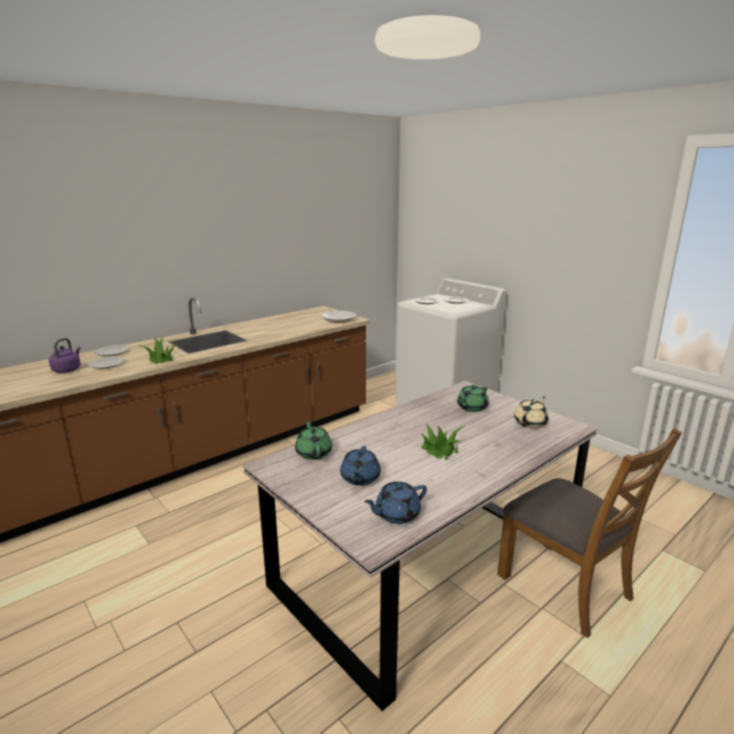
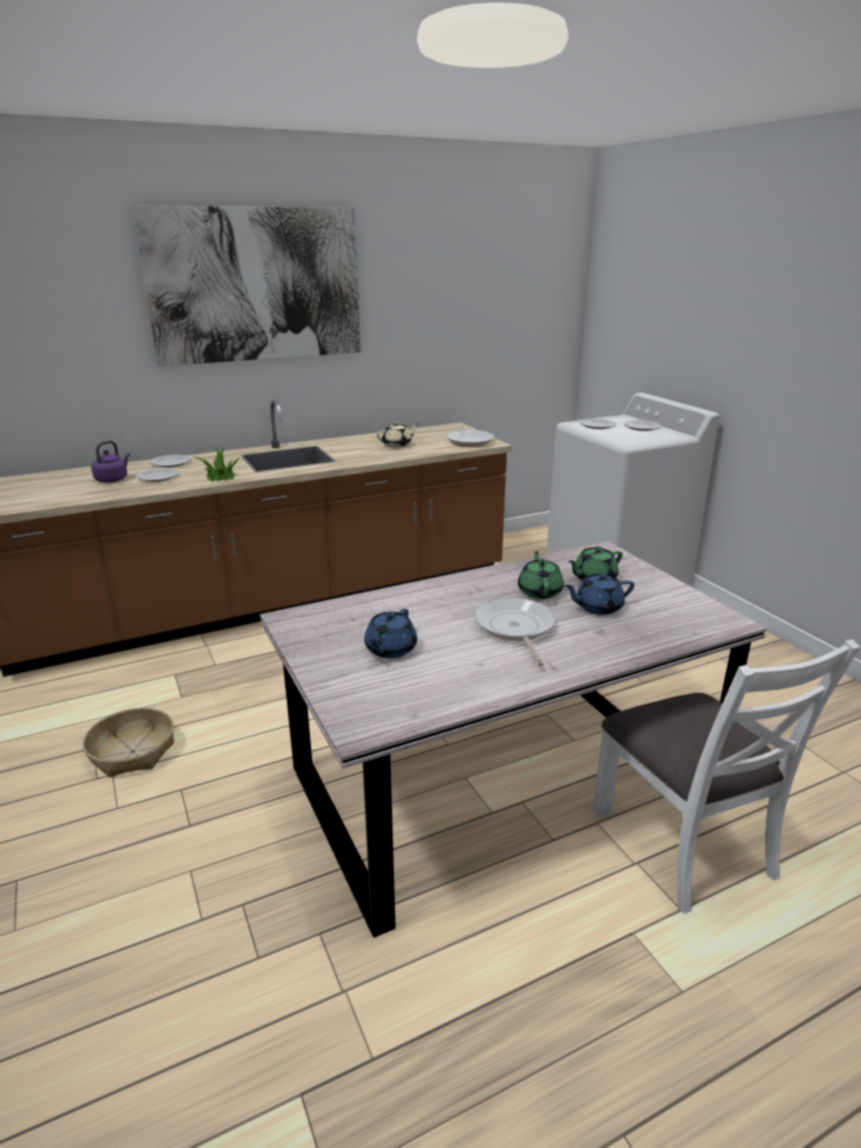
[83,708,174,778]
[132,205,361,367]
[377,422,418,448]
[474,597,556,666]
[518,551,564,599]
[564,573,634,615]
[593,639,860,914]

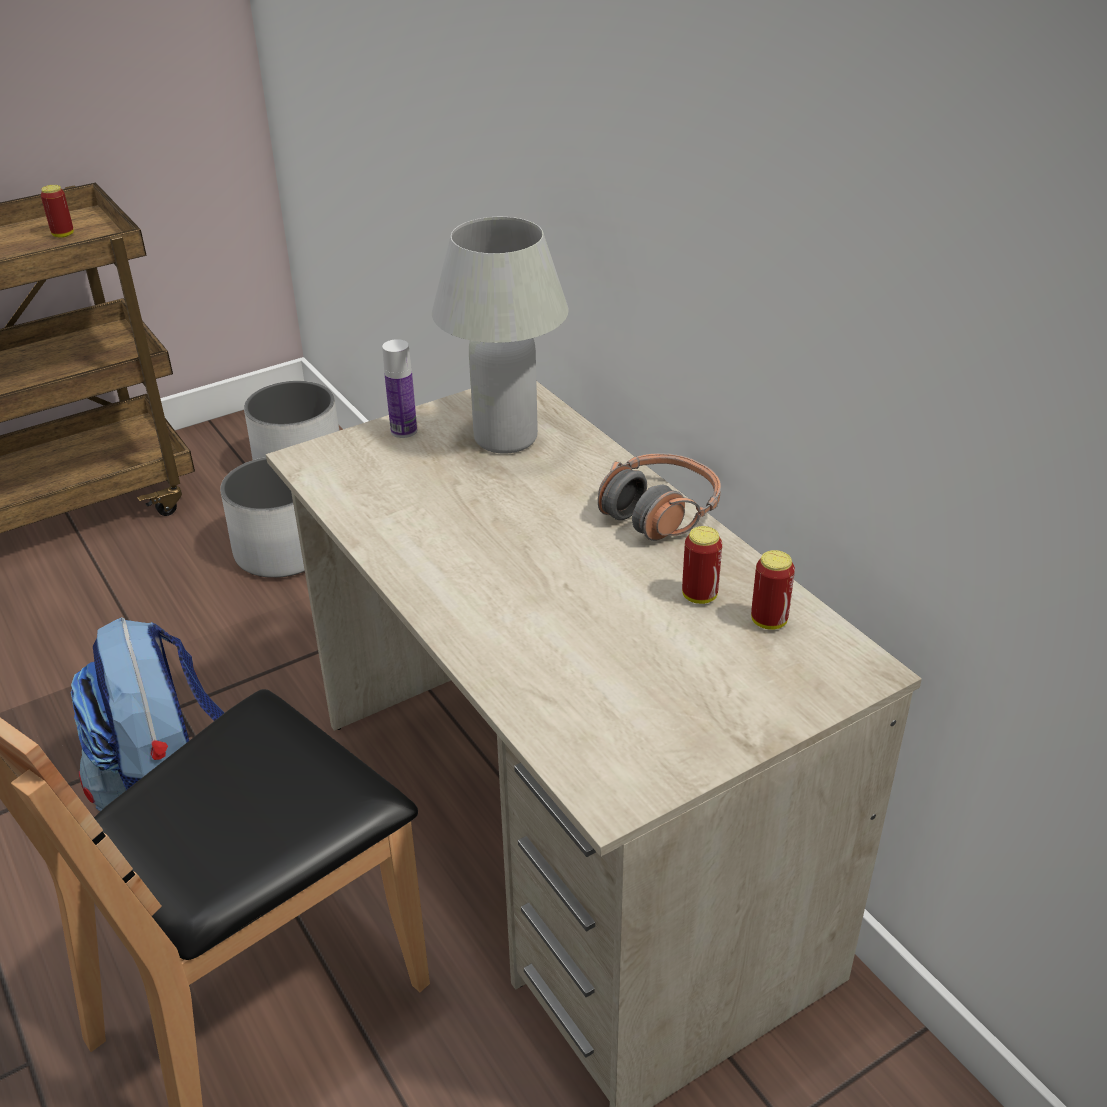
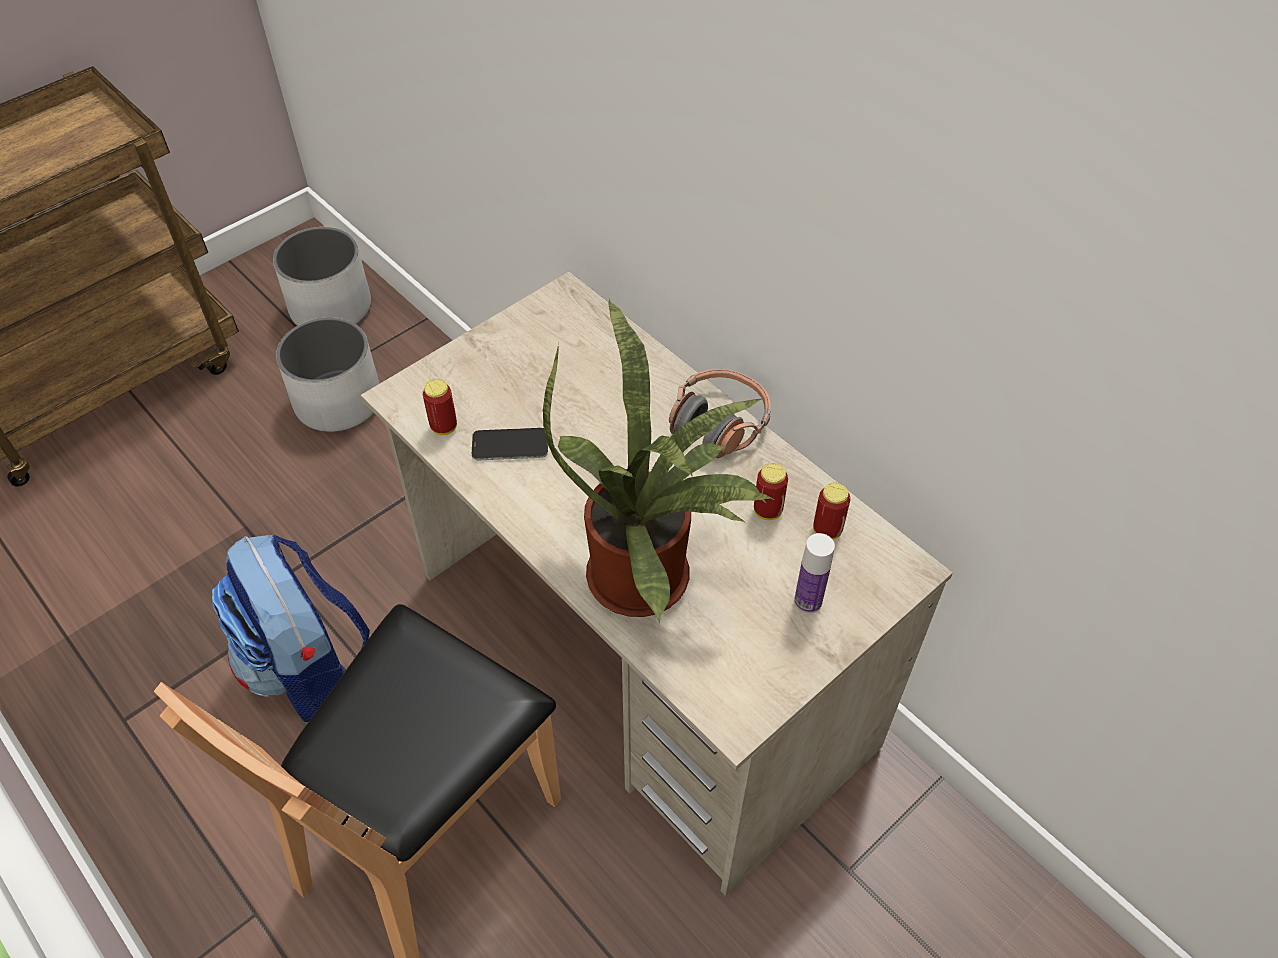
[423,379,457,435]
[472,428,548,460]
[543,299,776,624]
[794,533,835,613]
[432,217,569,454] (first image)

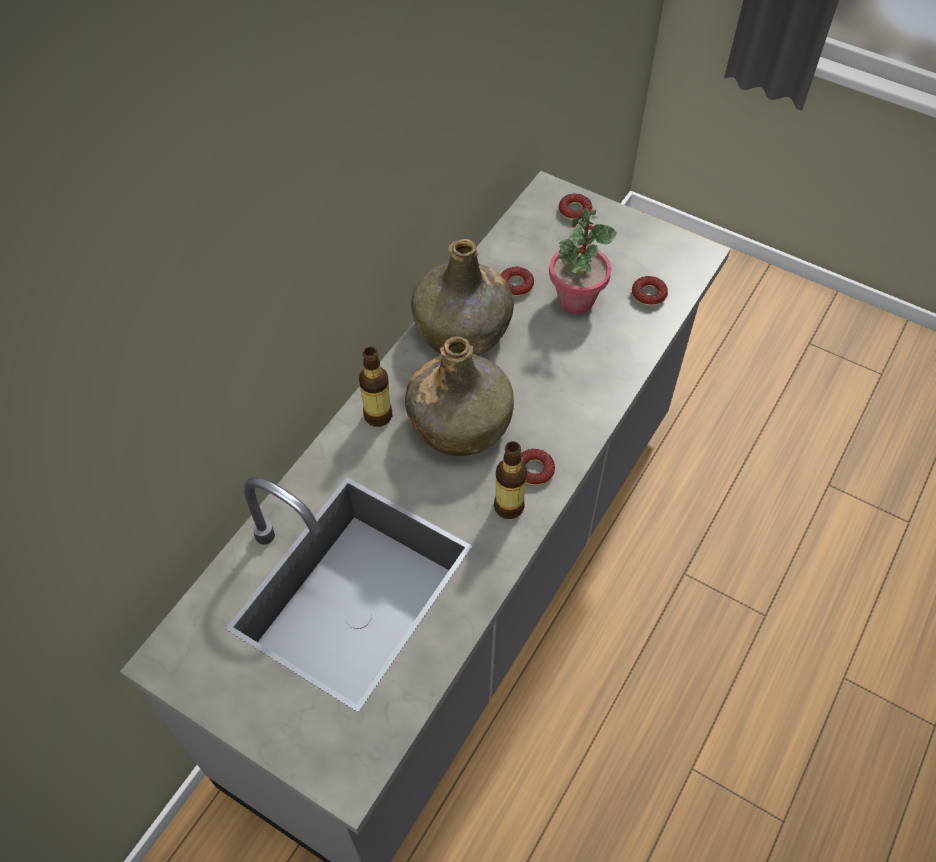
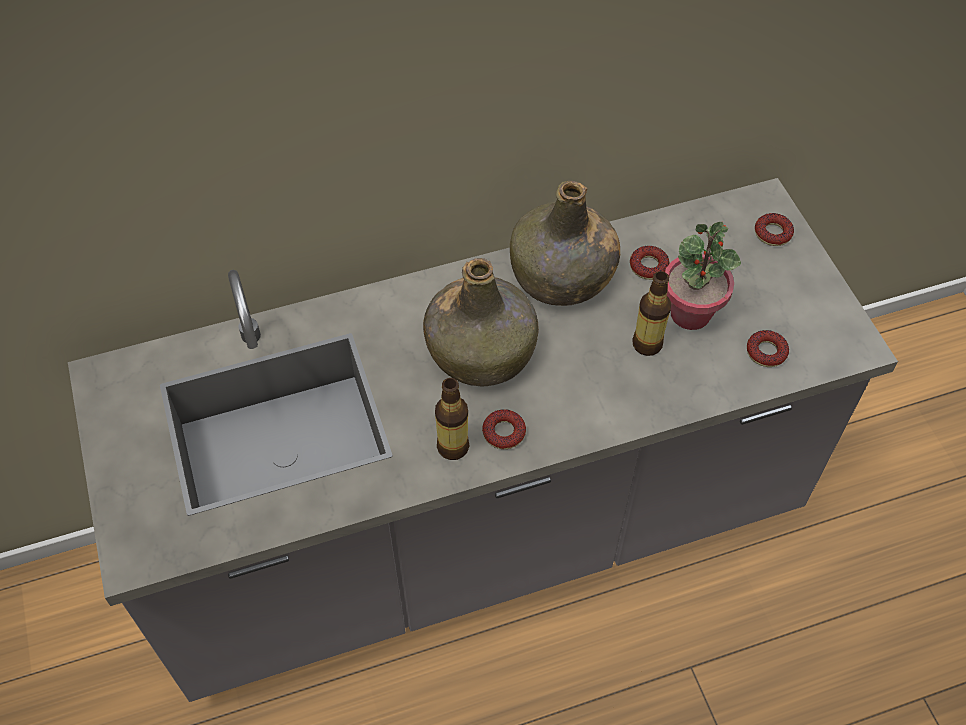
[632,271,671,356]

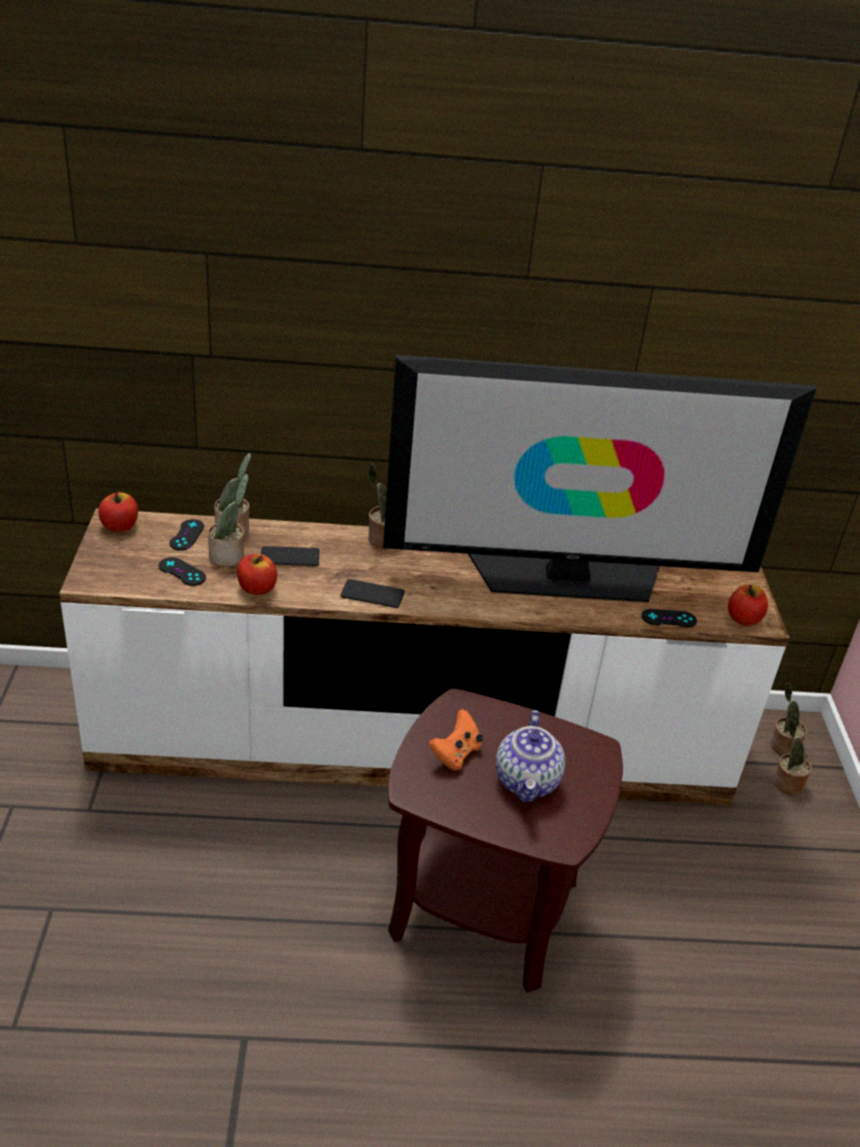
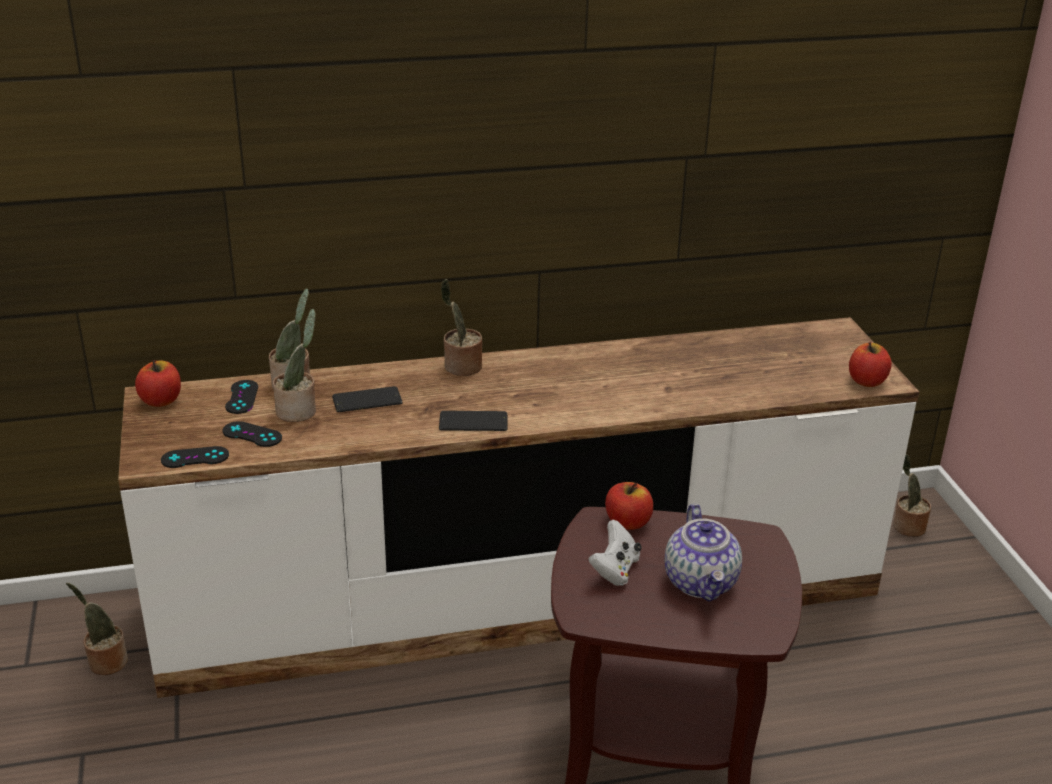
[66,583,128,675]
[161,446,229,468]
[588,520,642,586]
[605,482,653,530]
[383,355,817,602] (first image)

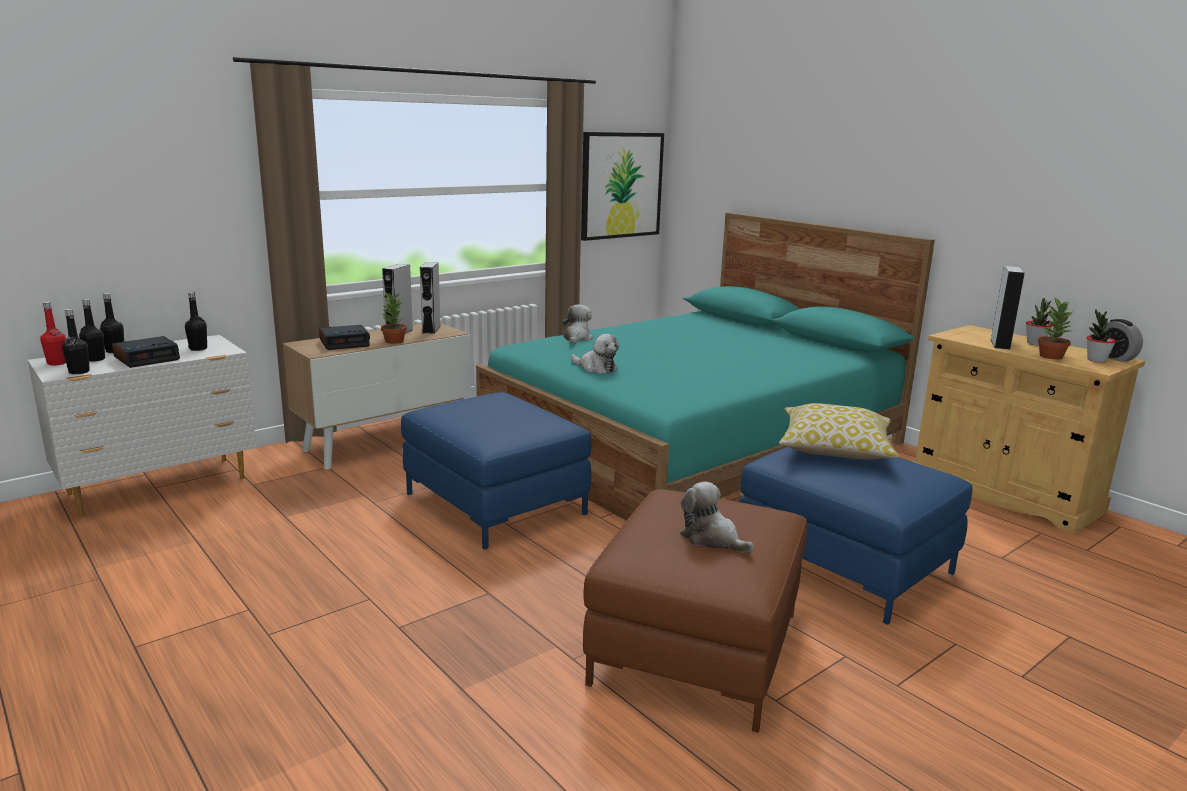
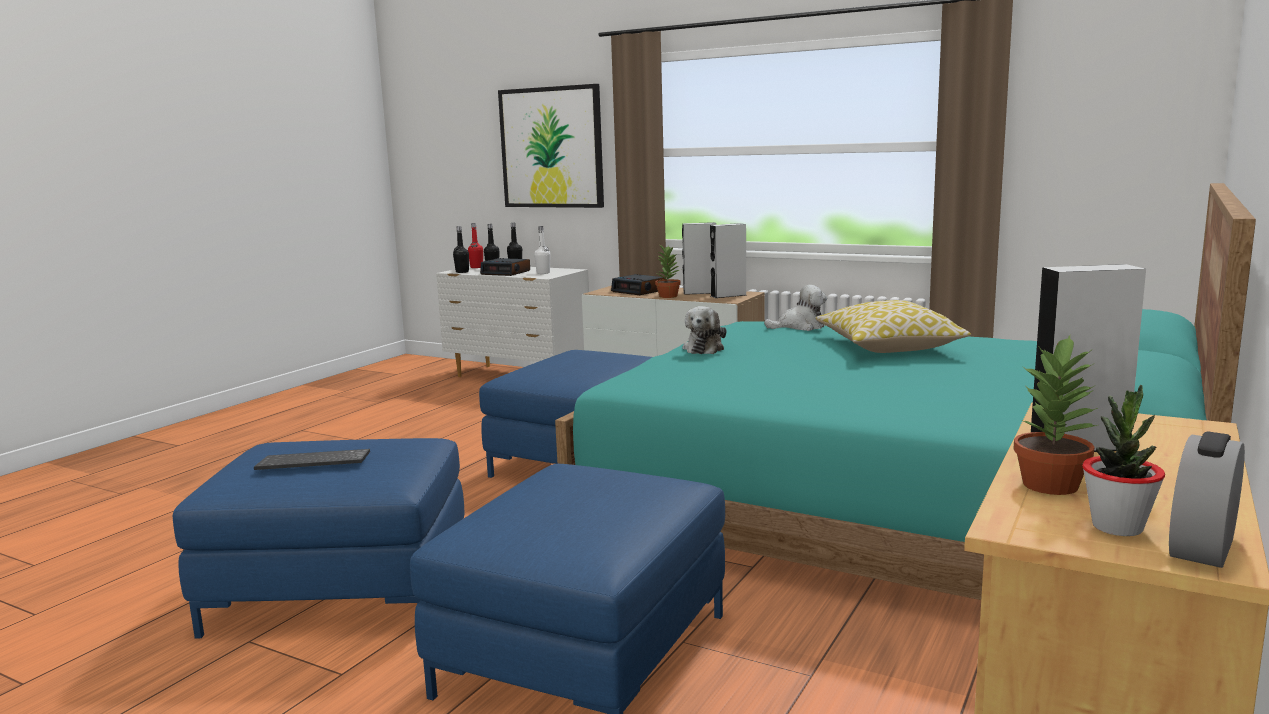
[173,438,464,639]
[254,449,370,470]
[498,84,604,208]
[534,226,551,274]
[815,300,971,353]
[1026,298,1053,346] (first image)

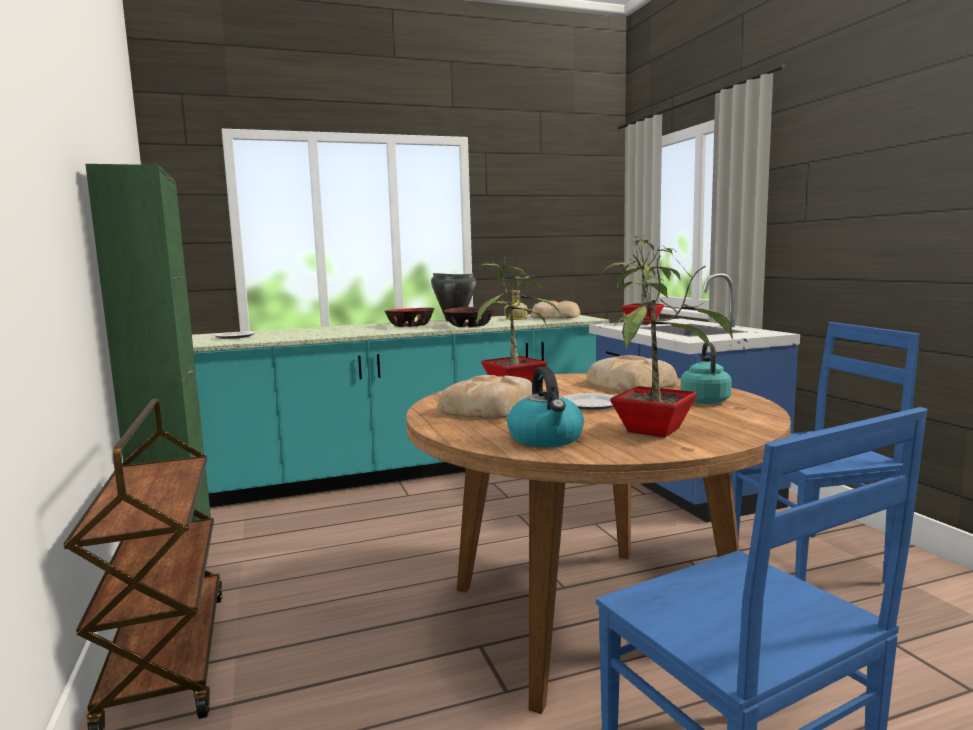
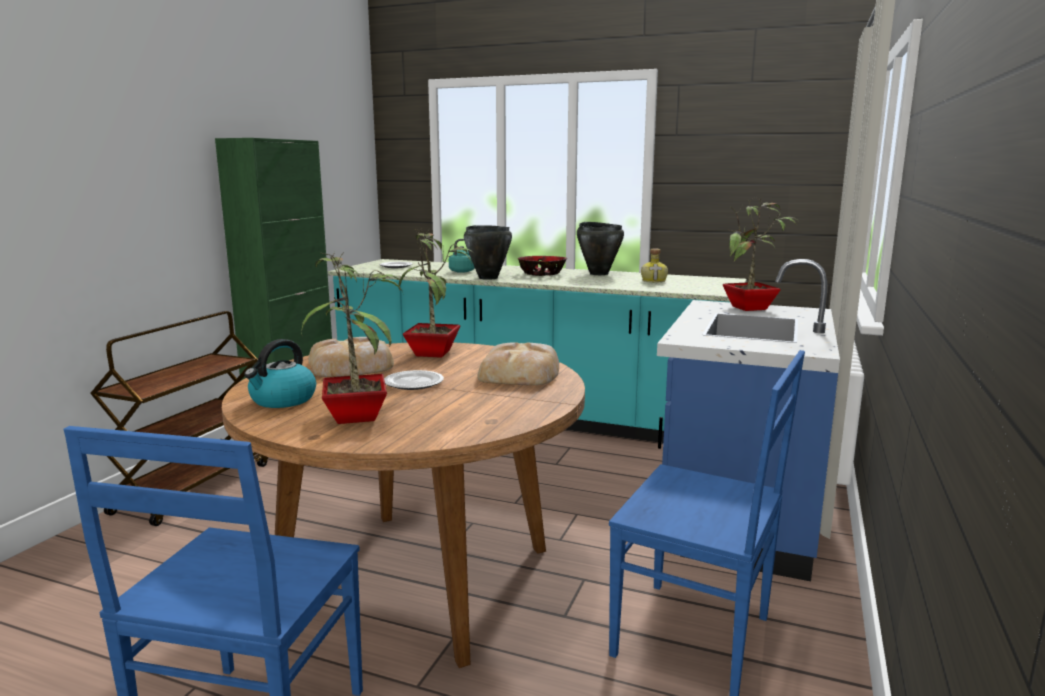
[449,239,475,273]
[464,225,512,280]
[443,307,494,327] (first image)
[531,301,580,319] (first image)

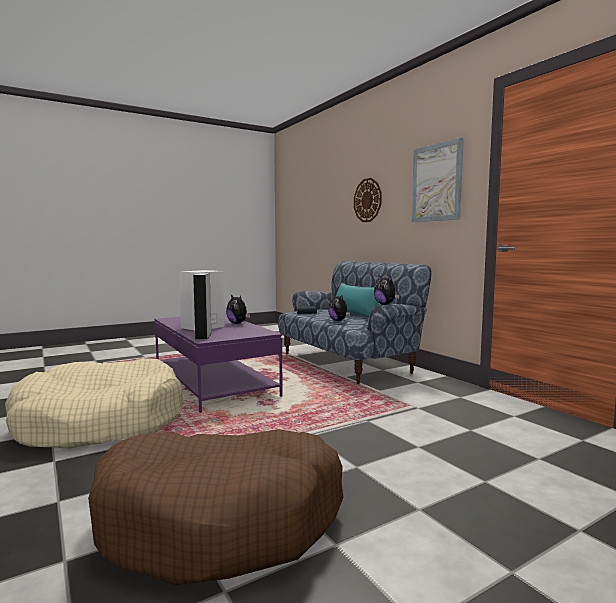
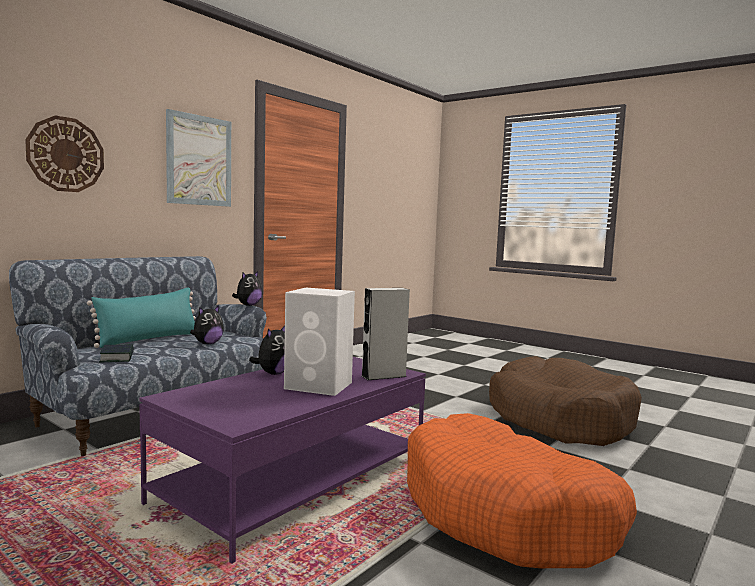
[407,413,637,568]

